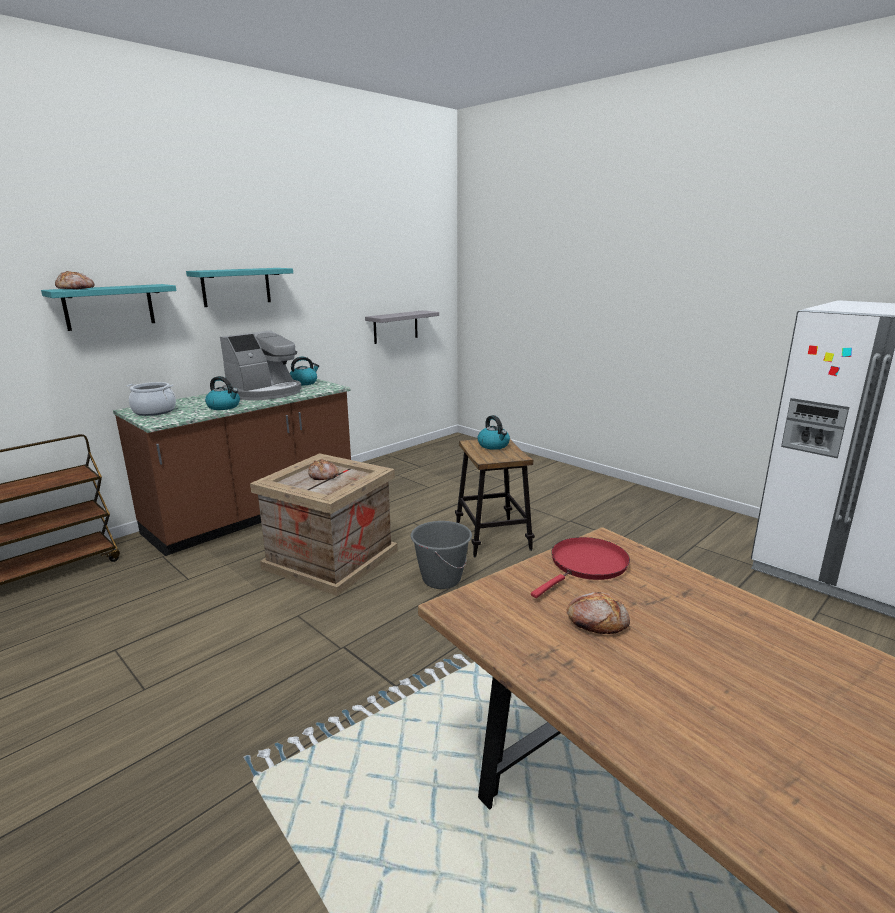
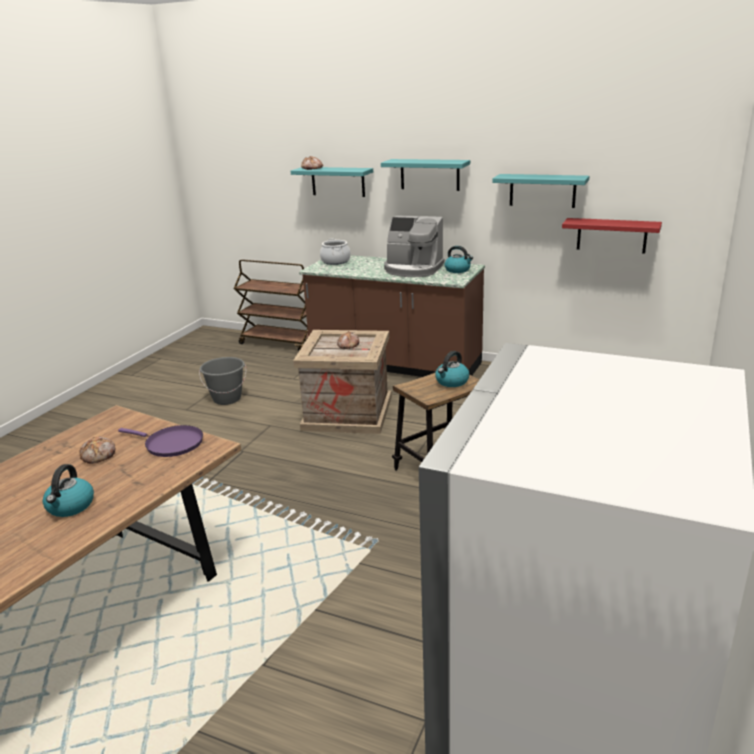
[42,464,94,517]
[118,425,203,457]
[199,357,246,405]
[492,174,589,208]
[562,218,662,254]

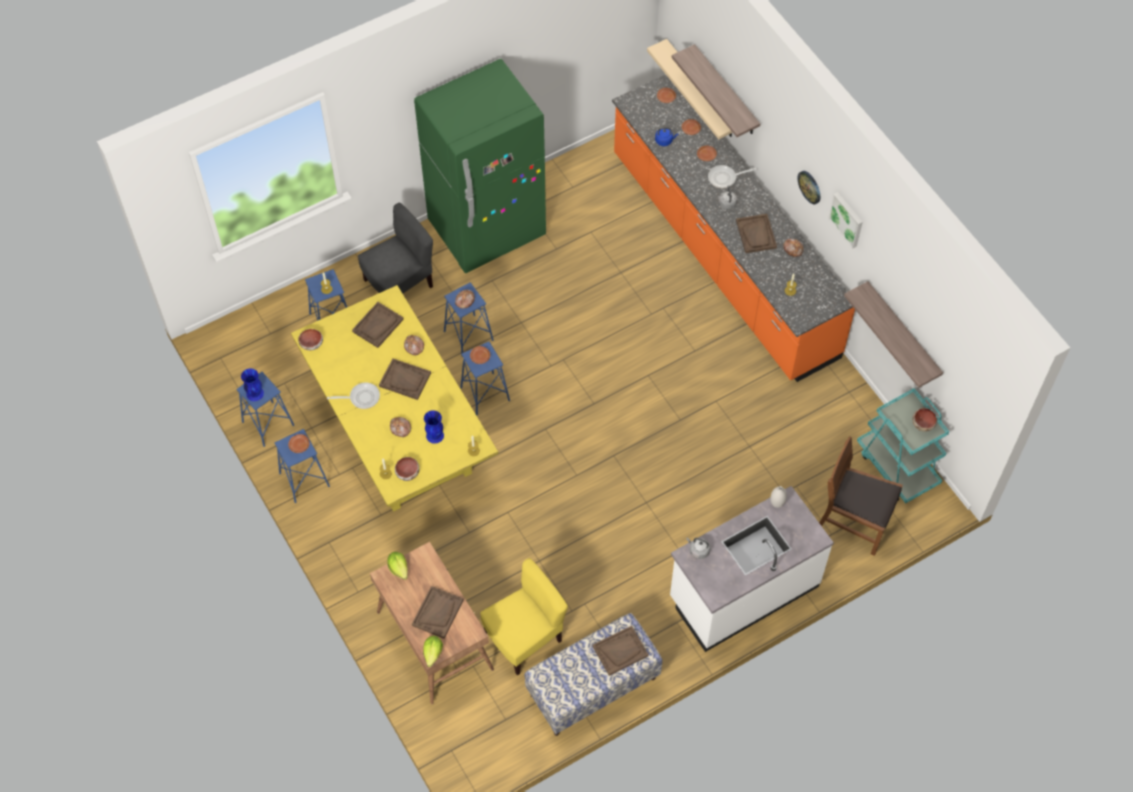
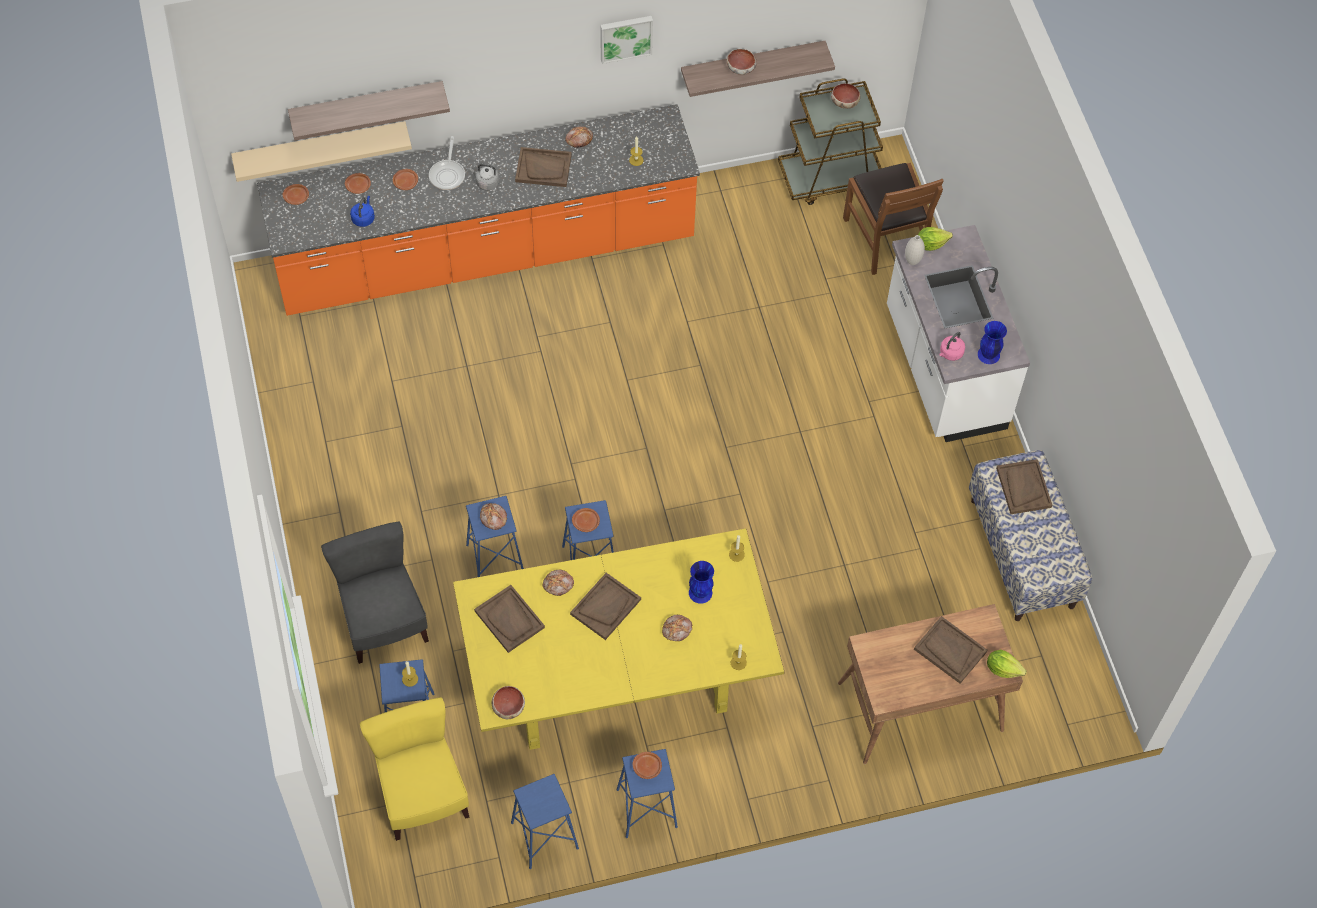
[360,697,469,841]
[727,49,757,75]
[778,78,883,205]
[843,163,944,275]
[918,227,953,251]
[939,332,965,361]
[978,321,1007,364]
[327,382,380,409] (first image)
[414,59,546,273] (first image)
[797,171,820,204] (first image)

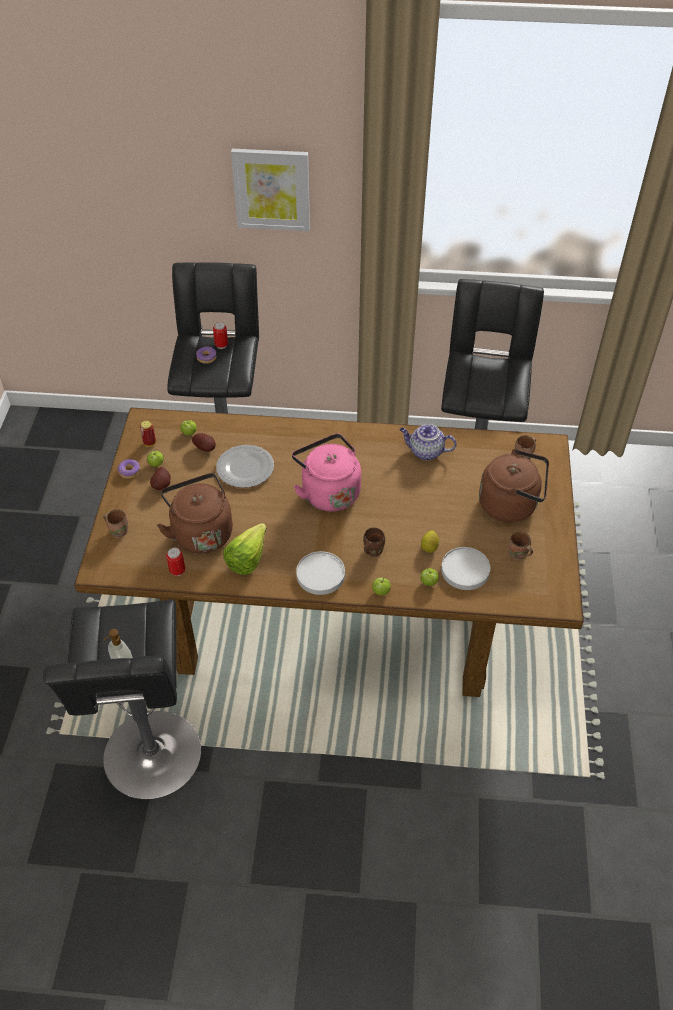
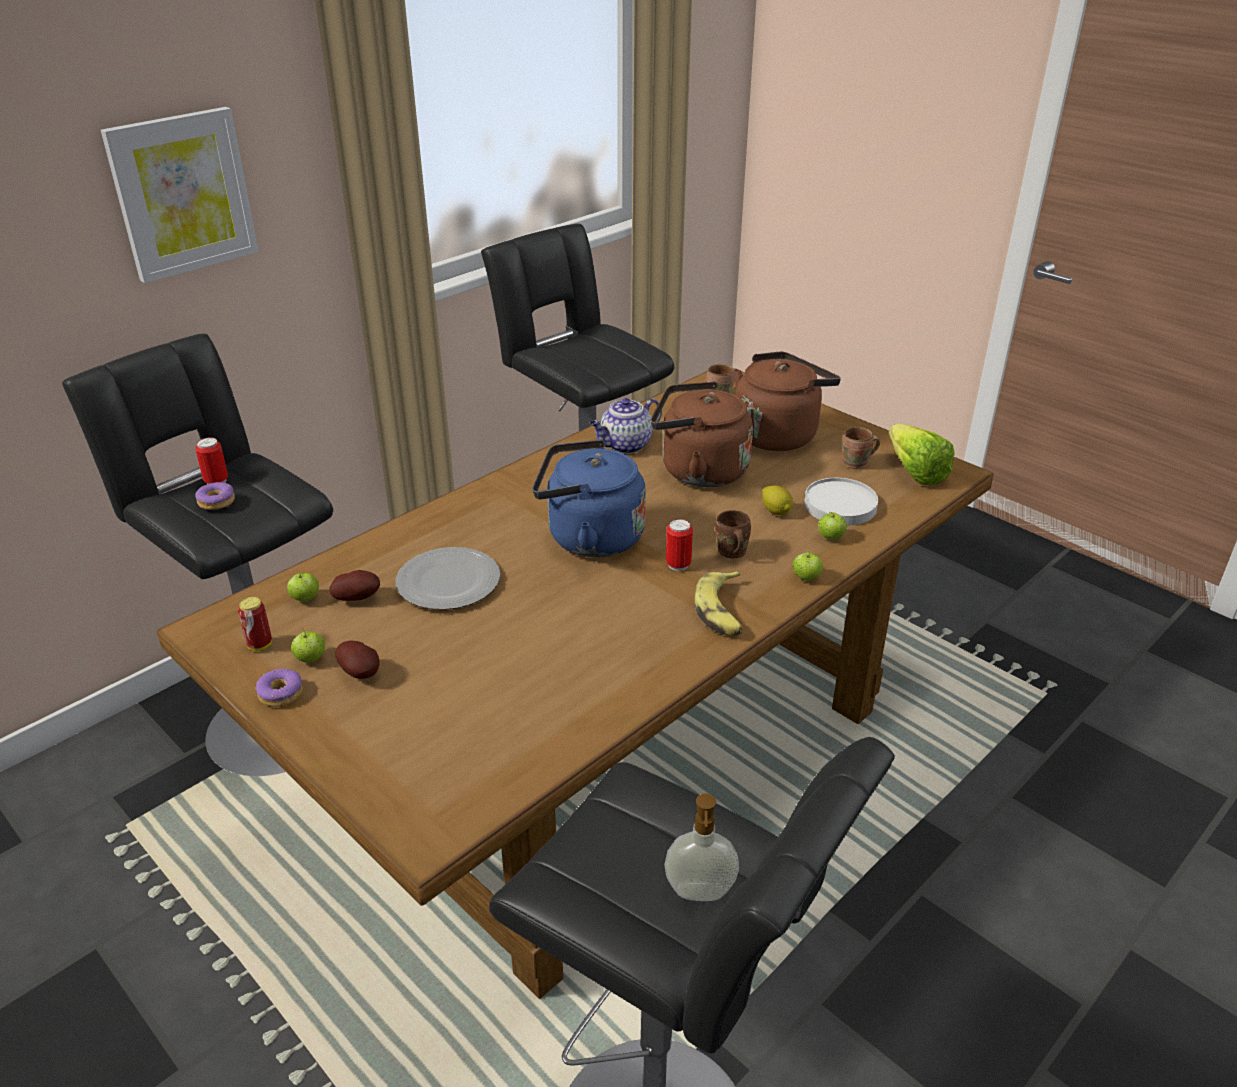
[533,440,646,557]
[651,381,753,487]
[666,519,693,571]
[695,571,743,636]
[889,424,955,485]
[103,509,128,538] (first image)

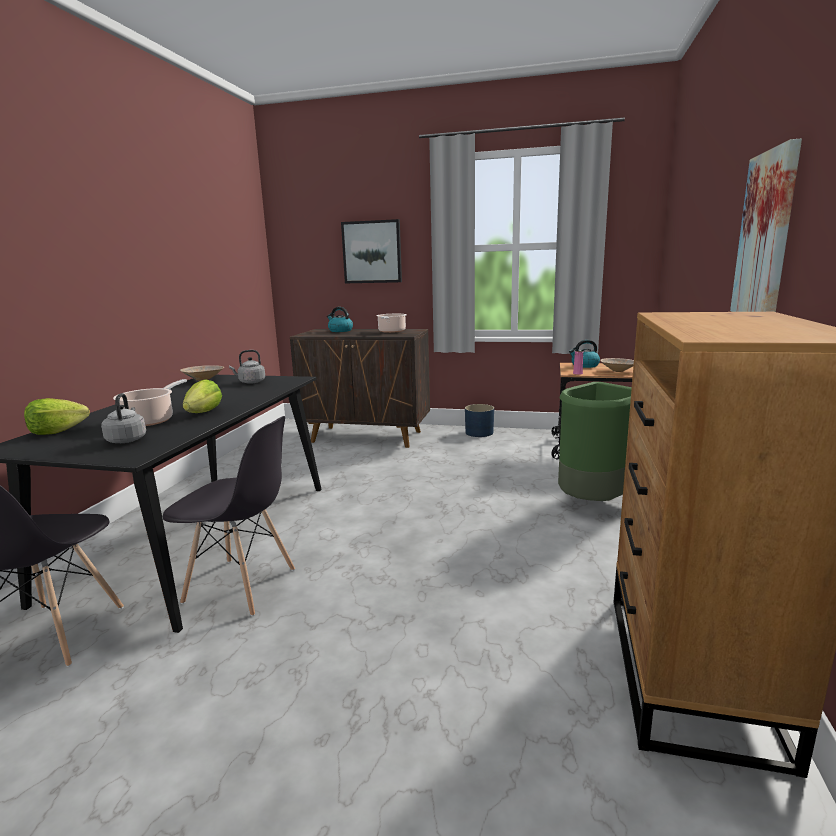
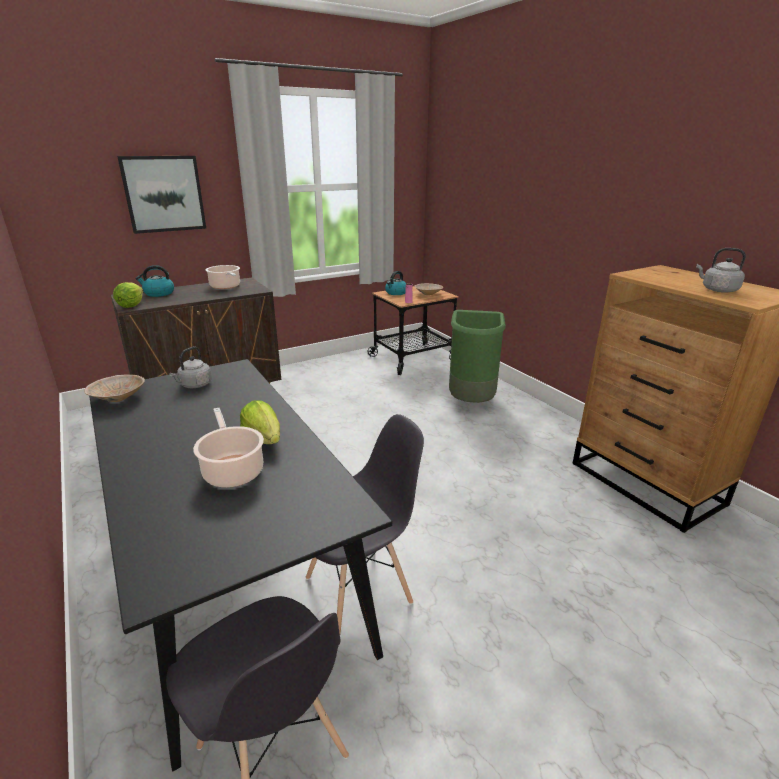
[113,282,143,308]
[696,248,746,293]
[465,404,494,437] (first image)
[730,139,802,312] (first image)

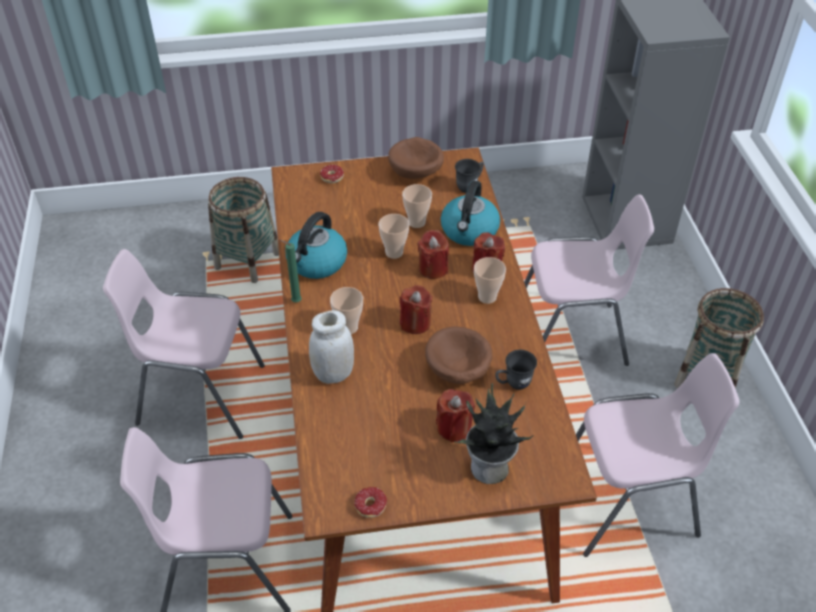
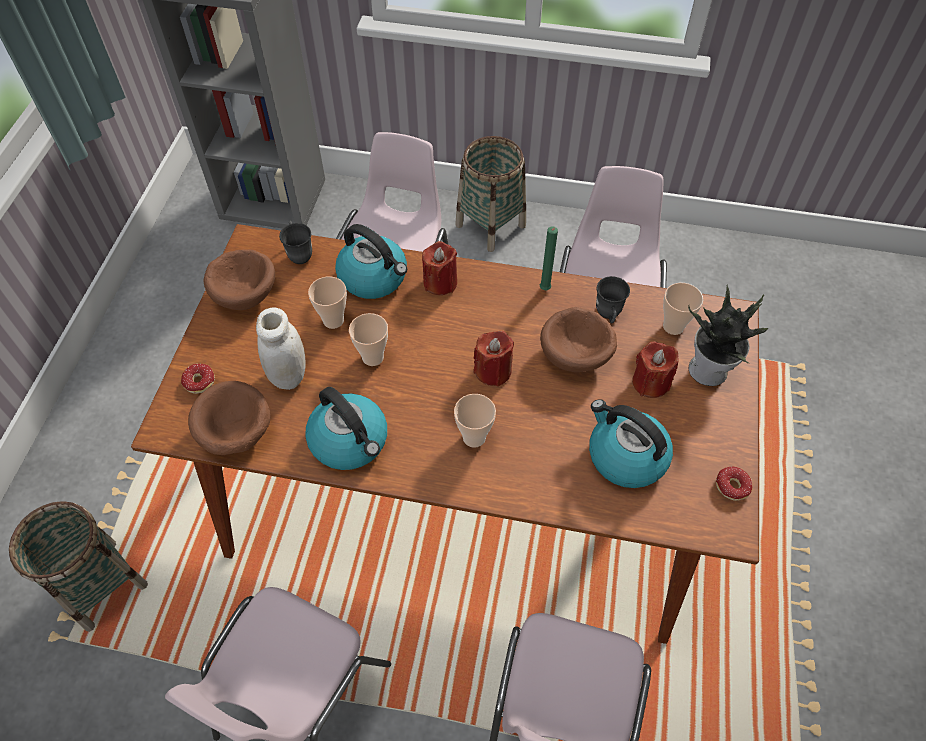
[188,381,271,455]
[256,307,306,390]
[540,226,558,290]
[589,399,673,488]
[663,283,703,335]
[418,230,449,279] (first image)

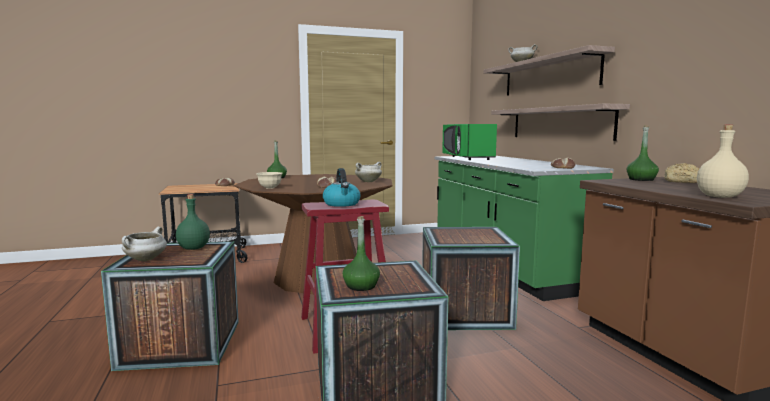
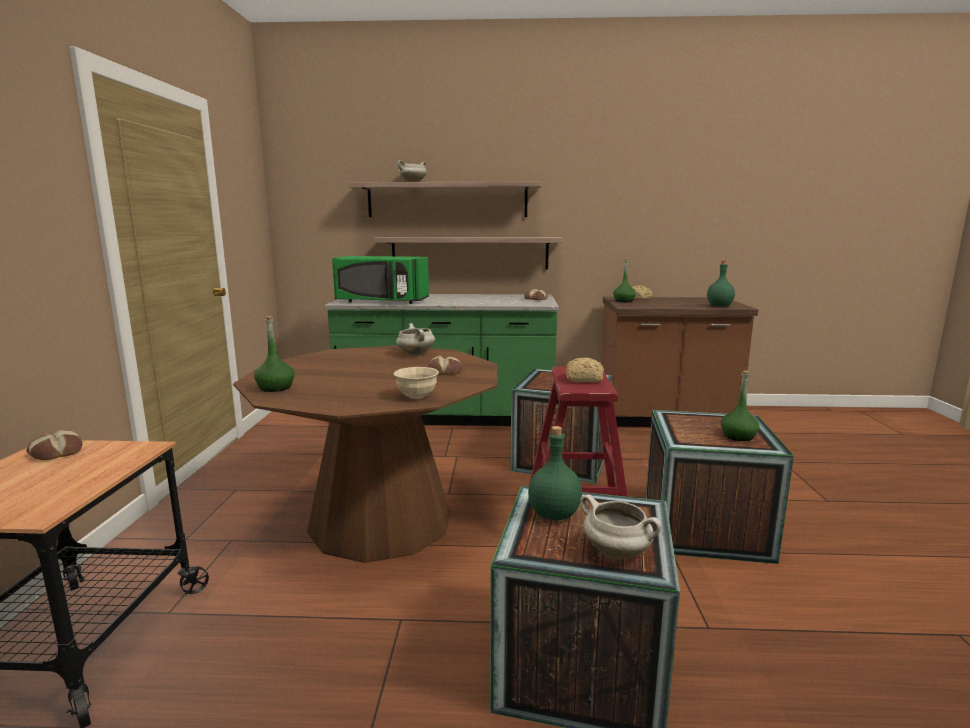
[566,358,604,382]
[707,261,735,307]

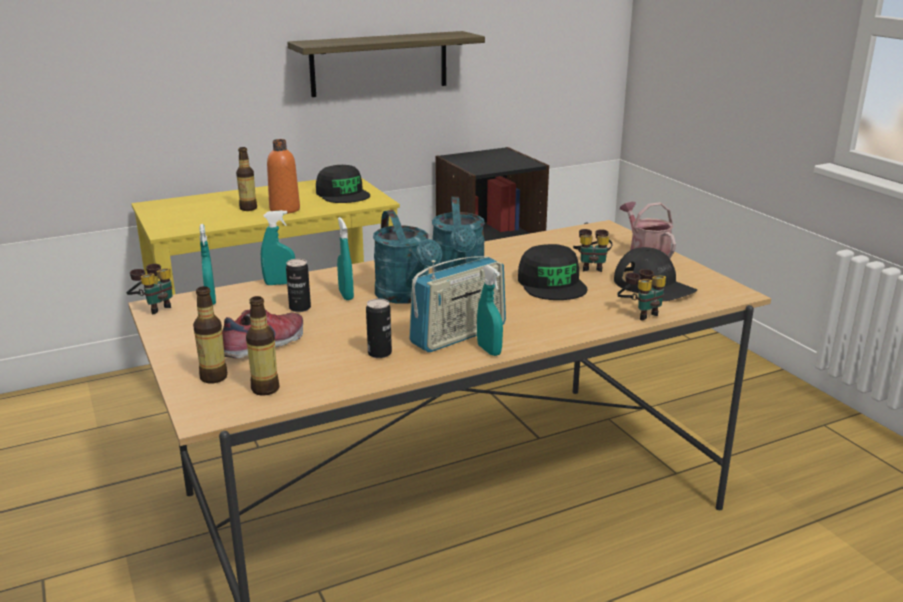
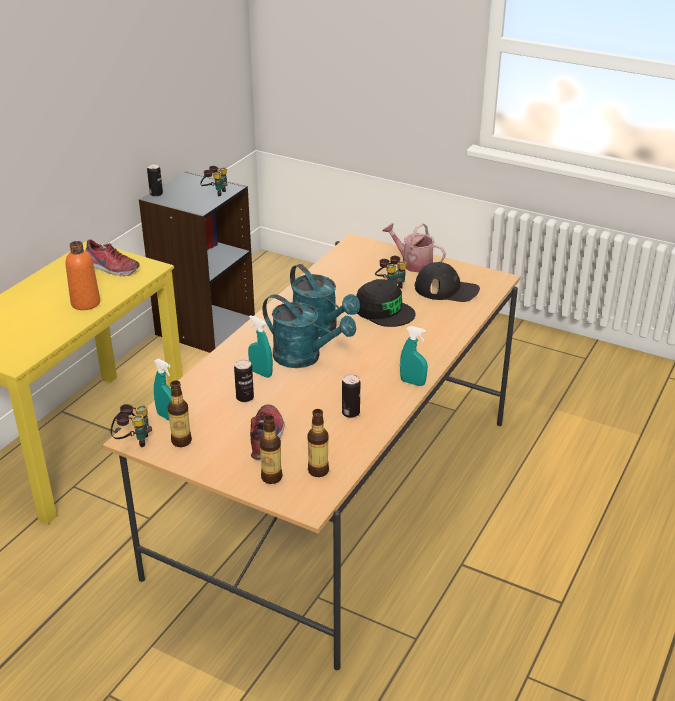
[86,239,140,276]
[147,164,163,197]
[168,381,192,447]
[200,166,227,196]
[261,210,295,285] (first image)
[287,31,485,97] (first image)
[409,256,506,352] (first image)

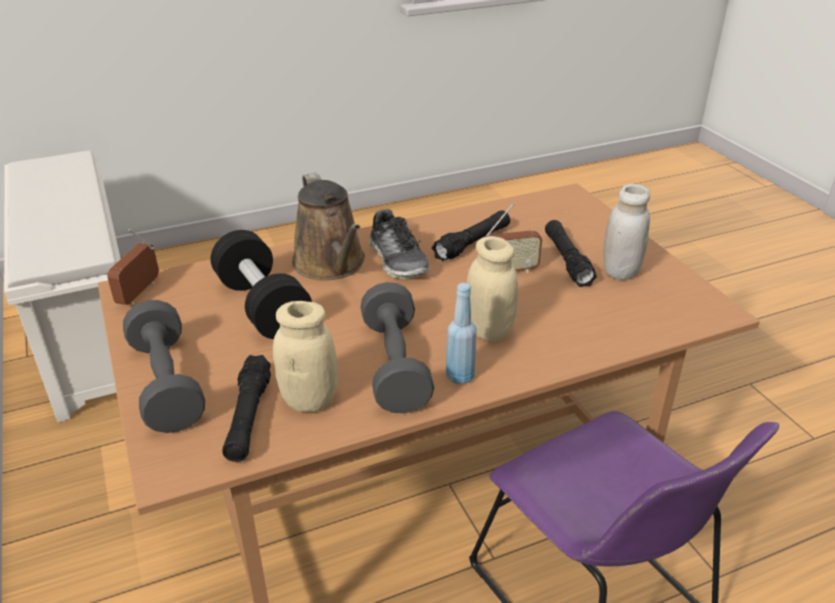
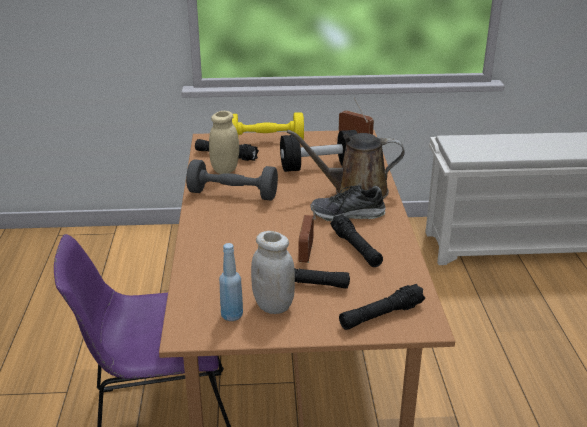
[219,243,243,321]
[232,112,304,140]
[339,284,425,330]
[467,236,518,342] (first image)

